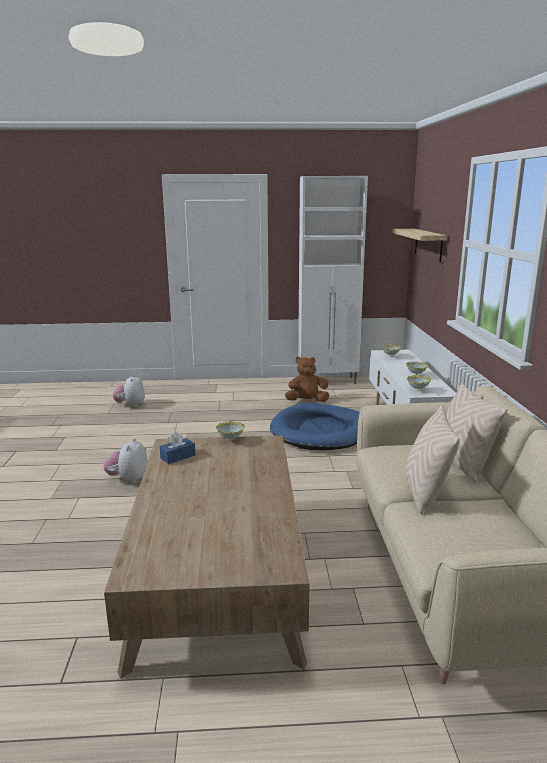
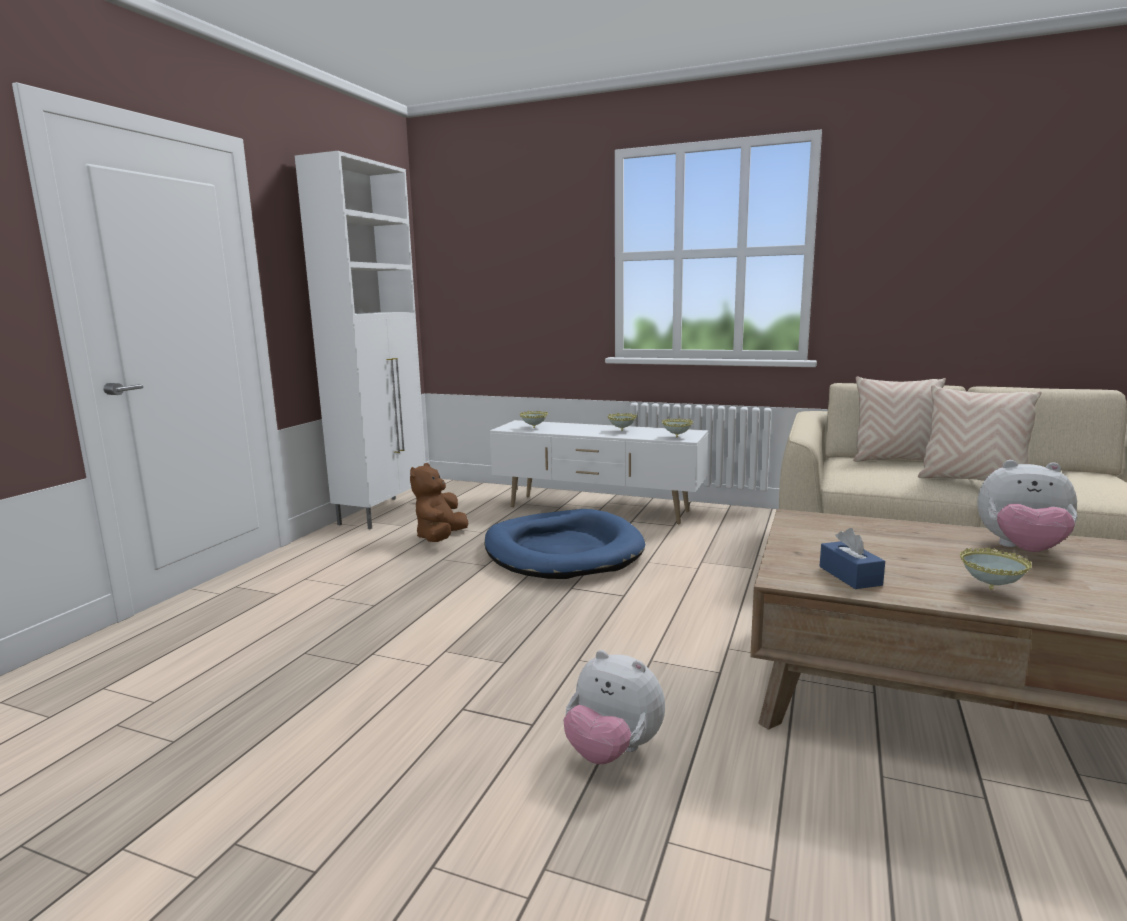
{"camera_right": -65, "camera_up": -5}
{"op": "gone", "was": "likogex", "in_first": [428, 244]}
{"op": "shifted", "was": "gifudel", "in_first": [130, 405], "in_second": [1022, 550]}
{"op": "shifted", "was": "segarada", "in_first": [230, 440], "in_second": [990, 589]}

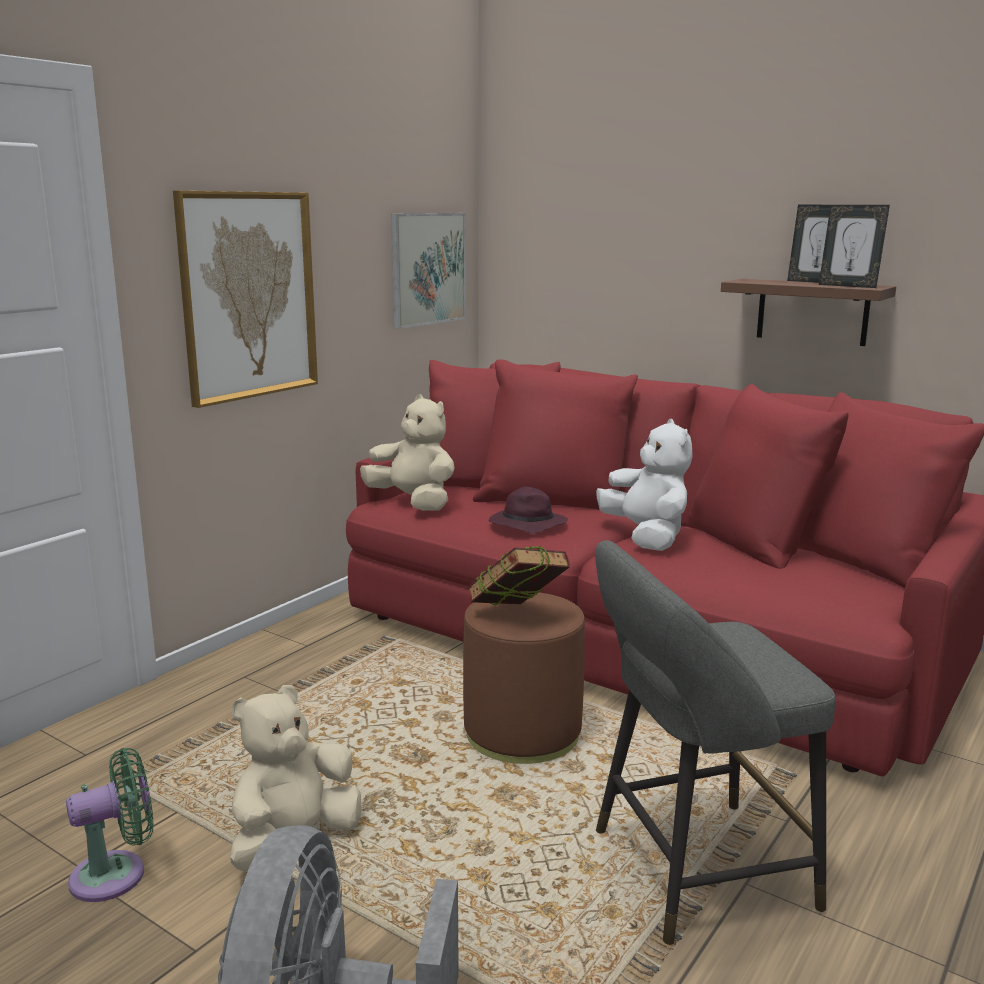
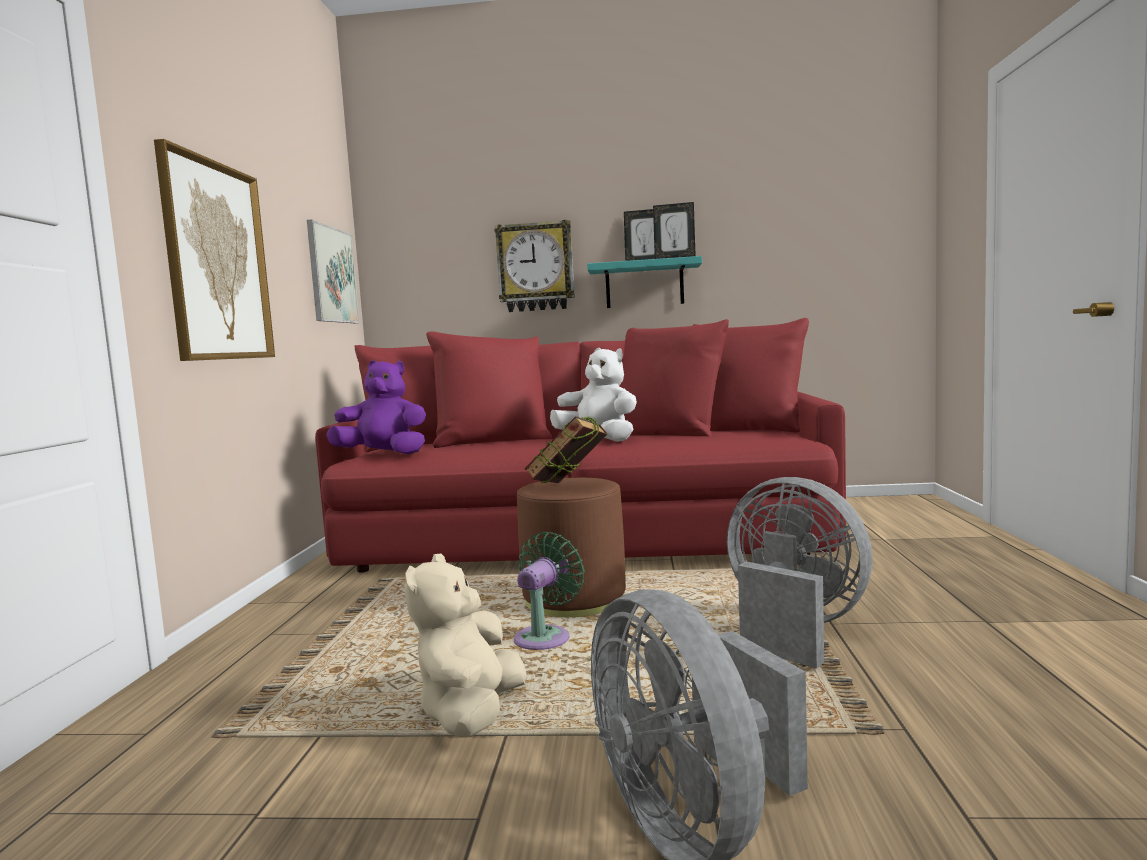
{"camera_right": -30, "camera_up": -10}
{"op": "gone", "was": "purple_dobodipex", "in_first": [526, 525]}
{"op": "new", "now": "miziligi", "in_second": [535, 267]}
{"op": "shifted", "was": "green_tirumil", "in_first": [116, 874], "in_second": [545, 637]}
{"op": "swapped", "was": "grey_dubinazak", "now": "grey_tirumil", "in_first": [691, 871], "in_second": [792, 629]}
{"op": "repainted", "was": "beige_gifudel", "now": "purple_gifudel", "in_first": [413, 502], "in_second": [383, 454]}
{"op": "repainted", "was": "brown_likogex", "now": "turquoise_likogex", "in_first": [812, 312], "in_second": [644, 285]}

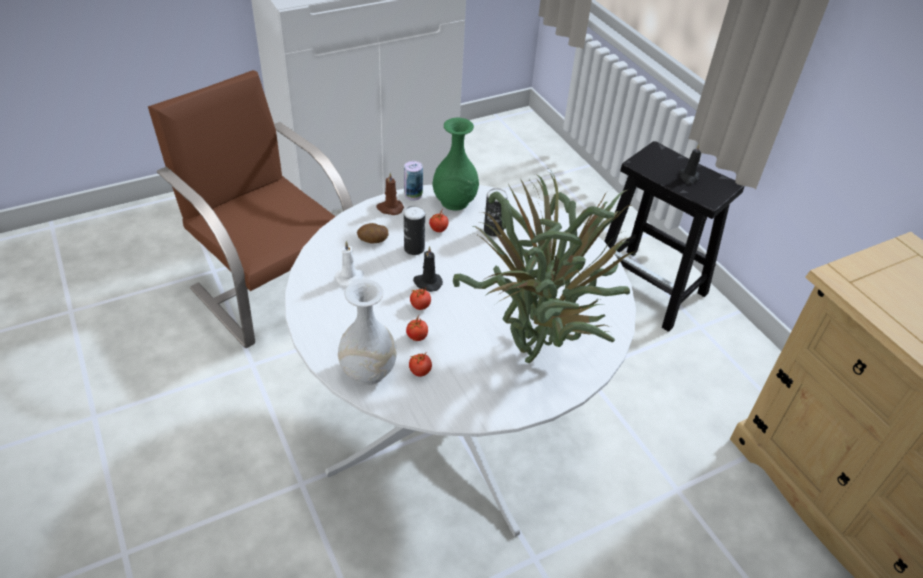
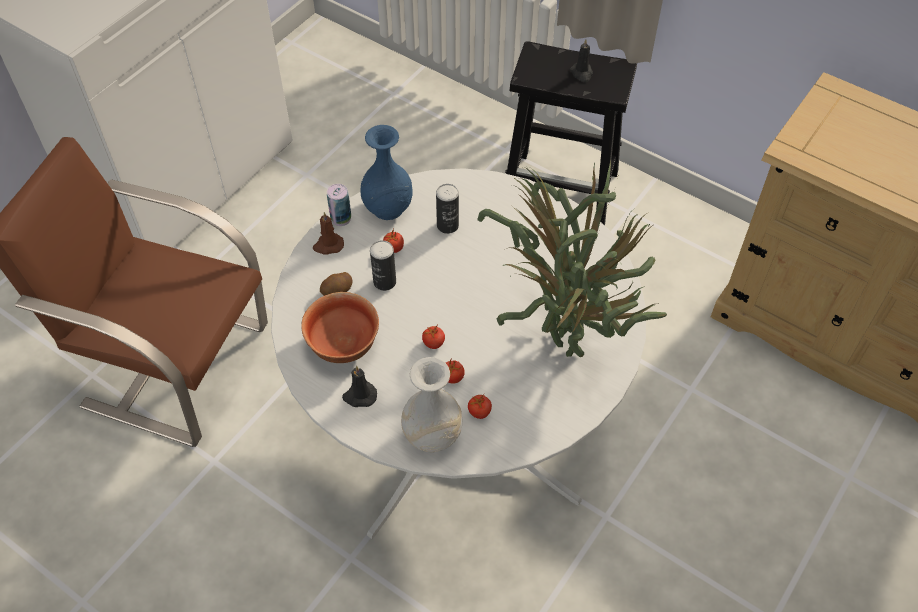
{"camera_right": -25, "camera_up": 10}
{"op": "shifted", "was": "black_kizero", "in_first": [427, 283], "in_second": [359, 396]}
{"op": "swapped", "was": "white_kizero", "now": "segarada", "in_first": [350, 277], "in_second": [345, 344]}
{"op": "repainted", "was": "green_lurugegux", "now": "blue_lurugegux", "in_first": [454, 202], "in_second": [388, 208]}

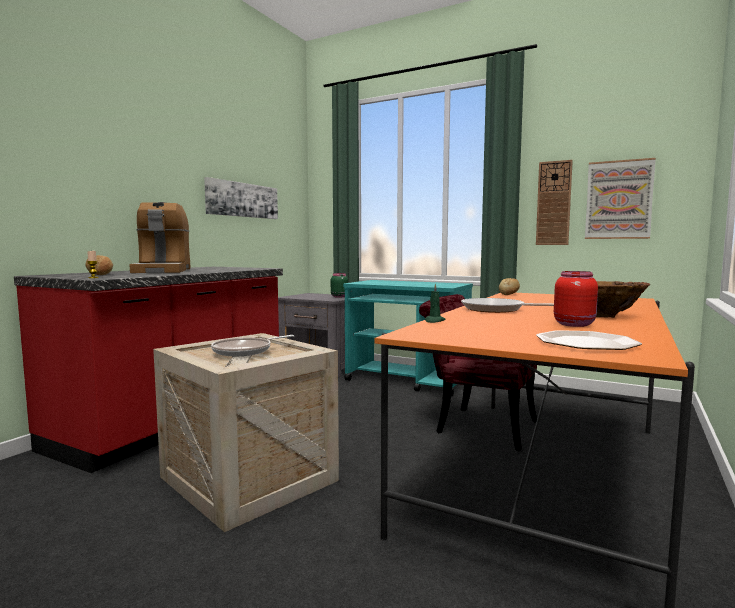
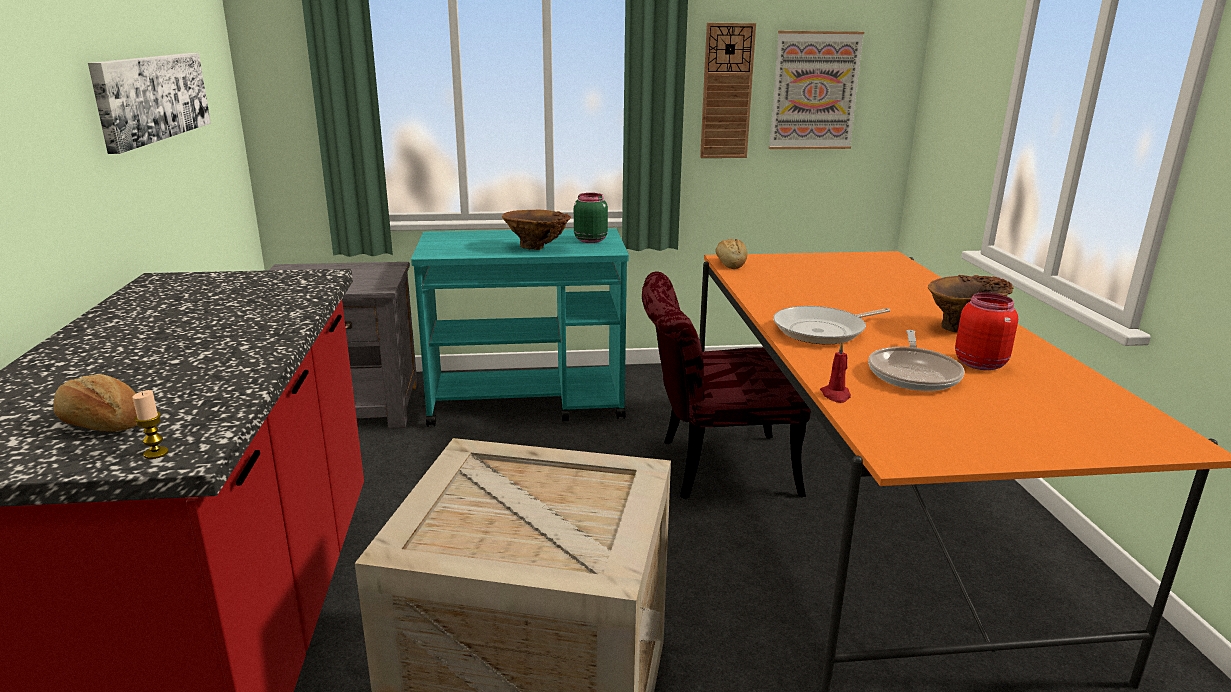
{"camera_right": -35, "camera_up": 15}
{"op": "gone", "was": "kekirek", "in_first": [163, 270]}
{"op": "gone", "was": "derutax", "in_first": [586, 343]}
{"op": "new", "now": "brown_lurugegux", "in_second": [537, 248]}
{"op": "shifted", "was": "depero", "in_first": [245, 351], "in_second": [913, 373]}
{"op": "shifted", "was": "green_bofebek", "in_first": [339, 296], "in_second": [590, 240]}
{"op": "repainted", "was": "green_kizero", "now": "red_kizero", "in_first": [434, 321], "in_second": [836, 395]}

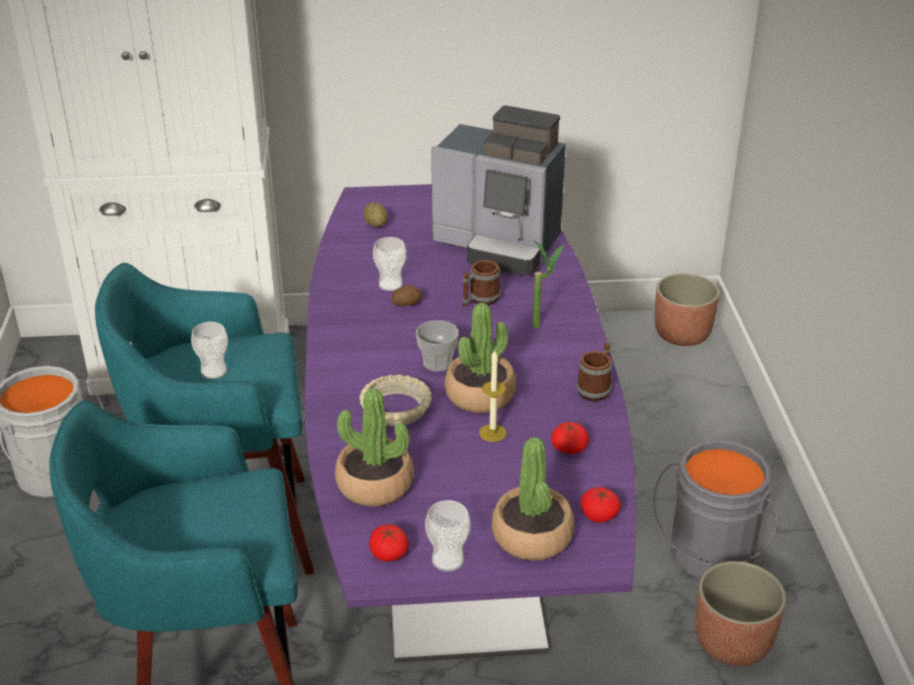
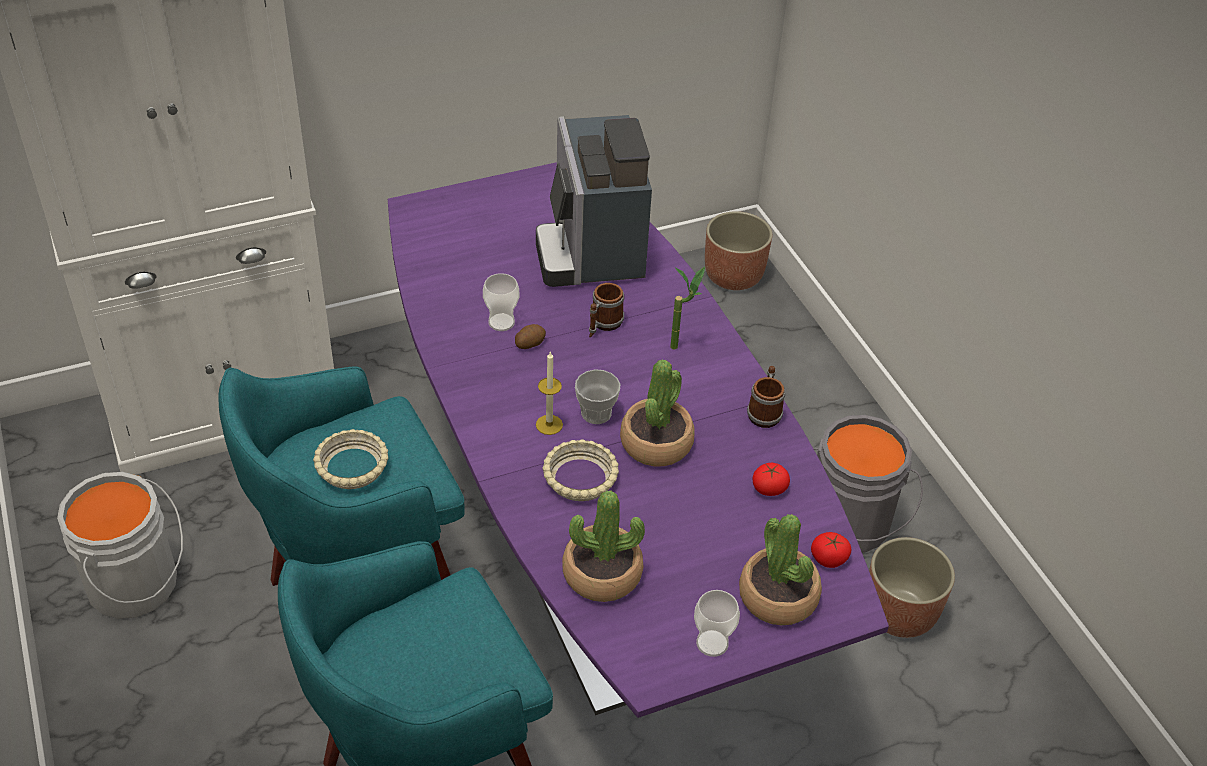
{"camera_right": -20, "camera_up": 10}
{"op": "gone", "was": "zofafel", "in_first": [376, 224]}
{"op": "gone", "was": "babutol", "in_first": [389, 553]}
{"op": "shifted", "was": "kizero", "in_first": [492, 433], "in_second": [549, 424]}
{"op": "swapped", "was": "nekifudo", "now": "beige_segarada", "in_first": [214, 371], "in_second": [352, 466]}
{"op": "rotated", "was": "kekirek", "in_first": [499, 245], "in_second": [591, 249], "clockwise": 75}

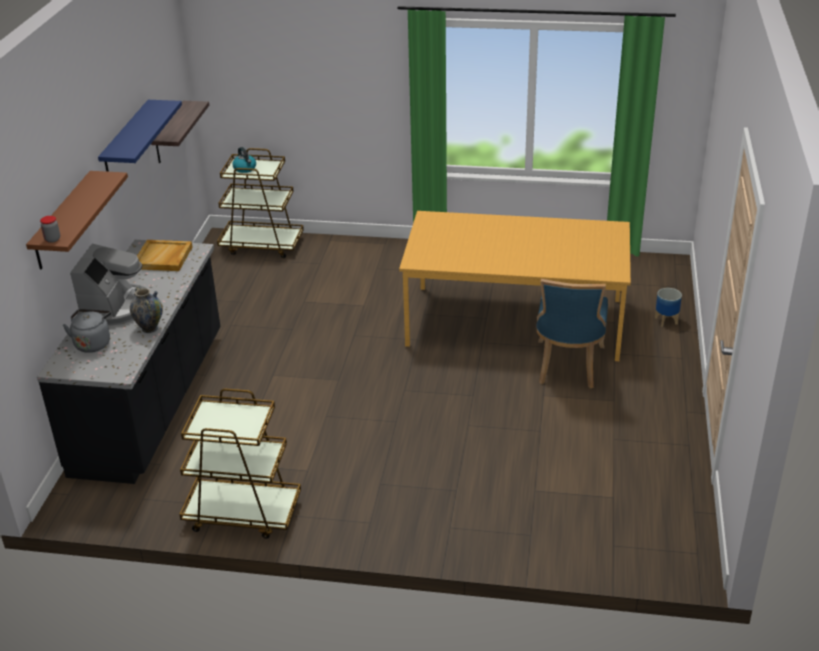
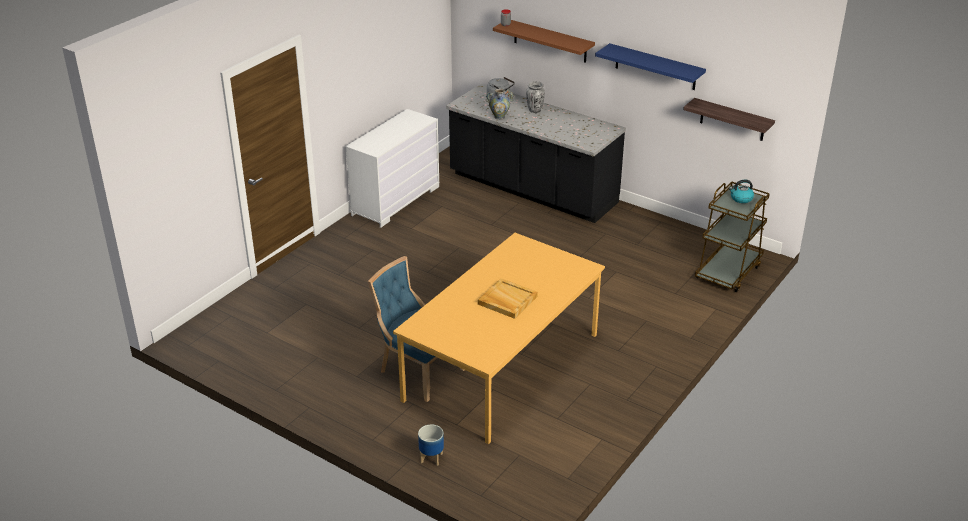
{"camera_right": 115, "camera_up": 0}
{"op": "shifted", "was": "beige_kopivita", "in_first": [163, 258], "in_second": [507, 300]}
{"op": "swapped", "was": "kekirek", "now": "lurugegux", "in_first": [116, 307], "in_second": [535, 110]}
{"op": "swapped", "was": "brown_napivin", "now": "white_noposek", "in_first": [242, 513], "in_second": [395, 200]}

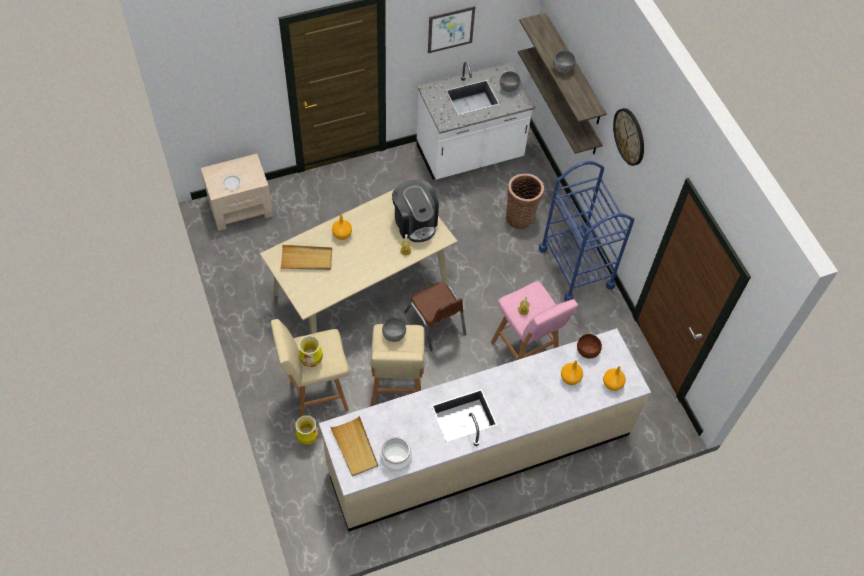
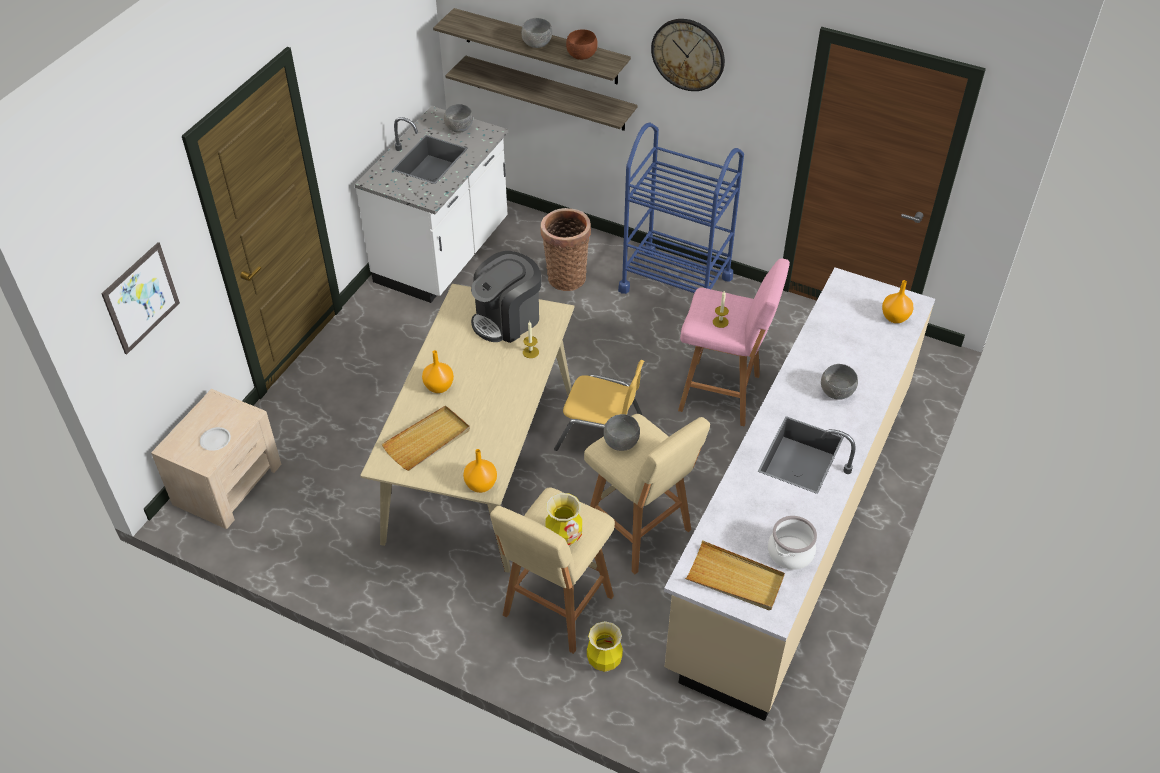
{"camera_right": -40, "camera_up": -10}
{"op": "new", "now": "grey_segarada", "in_second": [837, 392]}
{"op": "shifted", "was": "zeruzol", "in_first": [450, 29], "in_second": [141, 298]}
{"op": "shifted", "was": "orange_lurugegux", "in_first": [570, 378], "in_second": [480, 485]}
{"op": "shifted", "was": "brown_segarada", "in_first": [587, 352], "in_second": [582, 56]}
{"op": "repainted", "was": "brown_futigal", "now": "yellow_futigal", "in_first": [435, 323], "in_second": [601, 436]}
{"op": "rotated", "was": "kekirek", "in_first": [415, 222], "in_second": [507, 319], "clockwise": 120}

